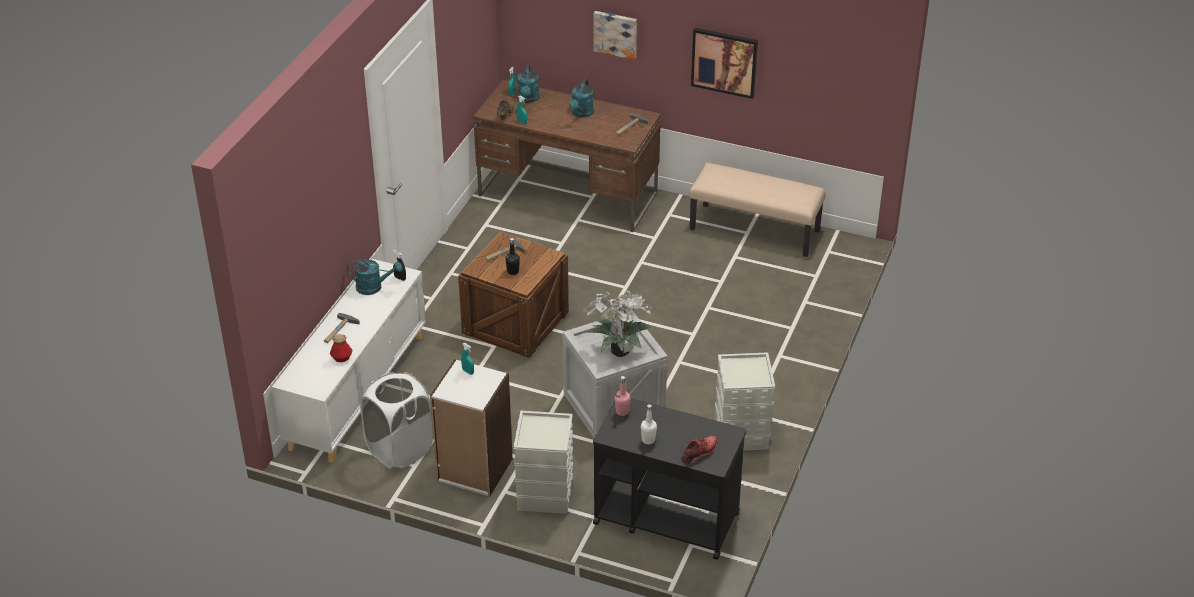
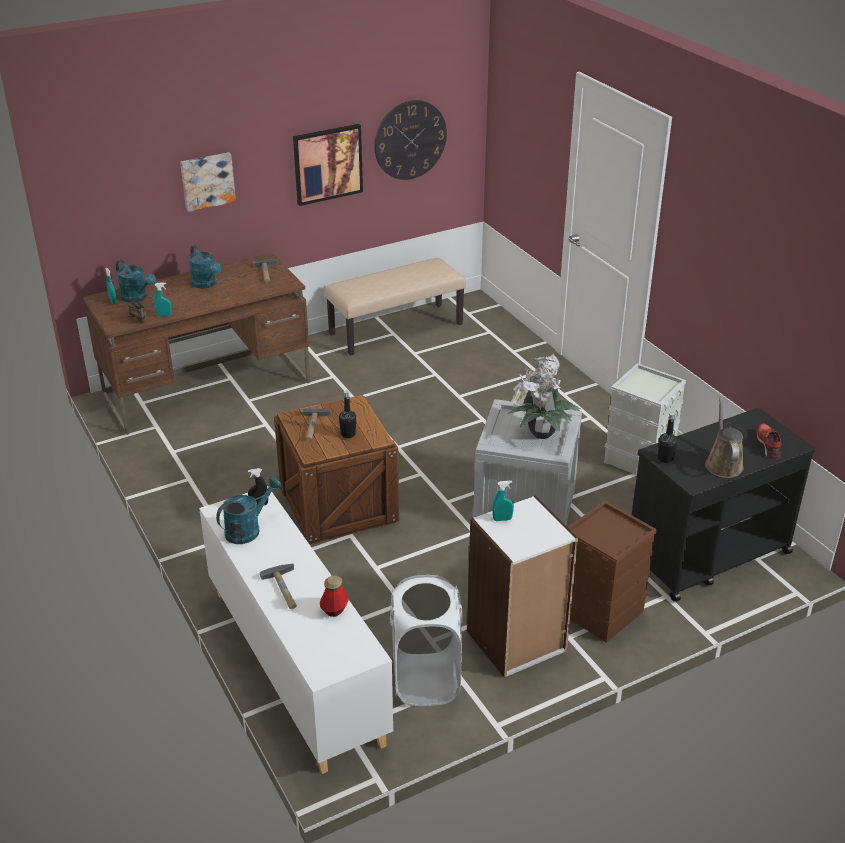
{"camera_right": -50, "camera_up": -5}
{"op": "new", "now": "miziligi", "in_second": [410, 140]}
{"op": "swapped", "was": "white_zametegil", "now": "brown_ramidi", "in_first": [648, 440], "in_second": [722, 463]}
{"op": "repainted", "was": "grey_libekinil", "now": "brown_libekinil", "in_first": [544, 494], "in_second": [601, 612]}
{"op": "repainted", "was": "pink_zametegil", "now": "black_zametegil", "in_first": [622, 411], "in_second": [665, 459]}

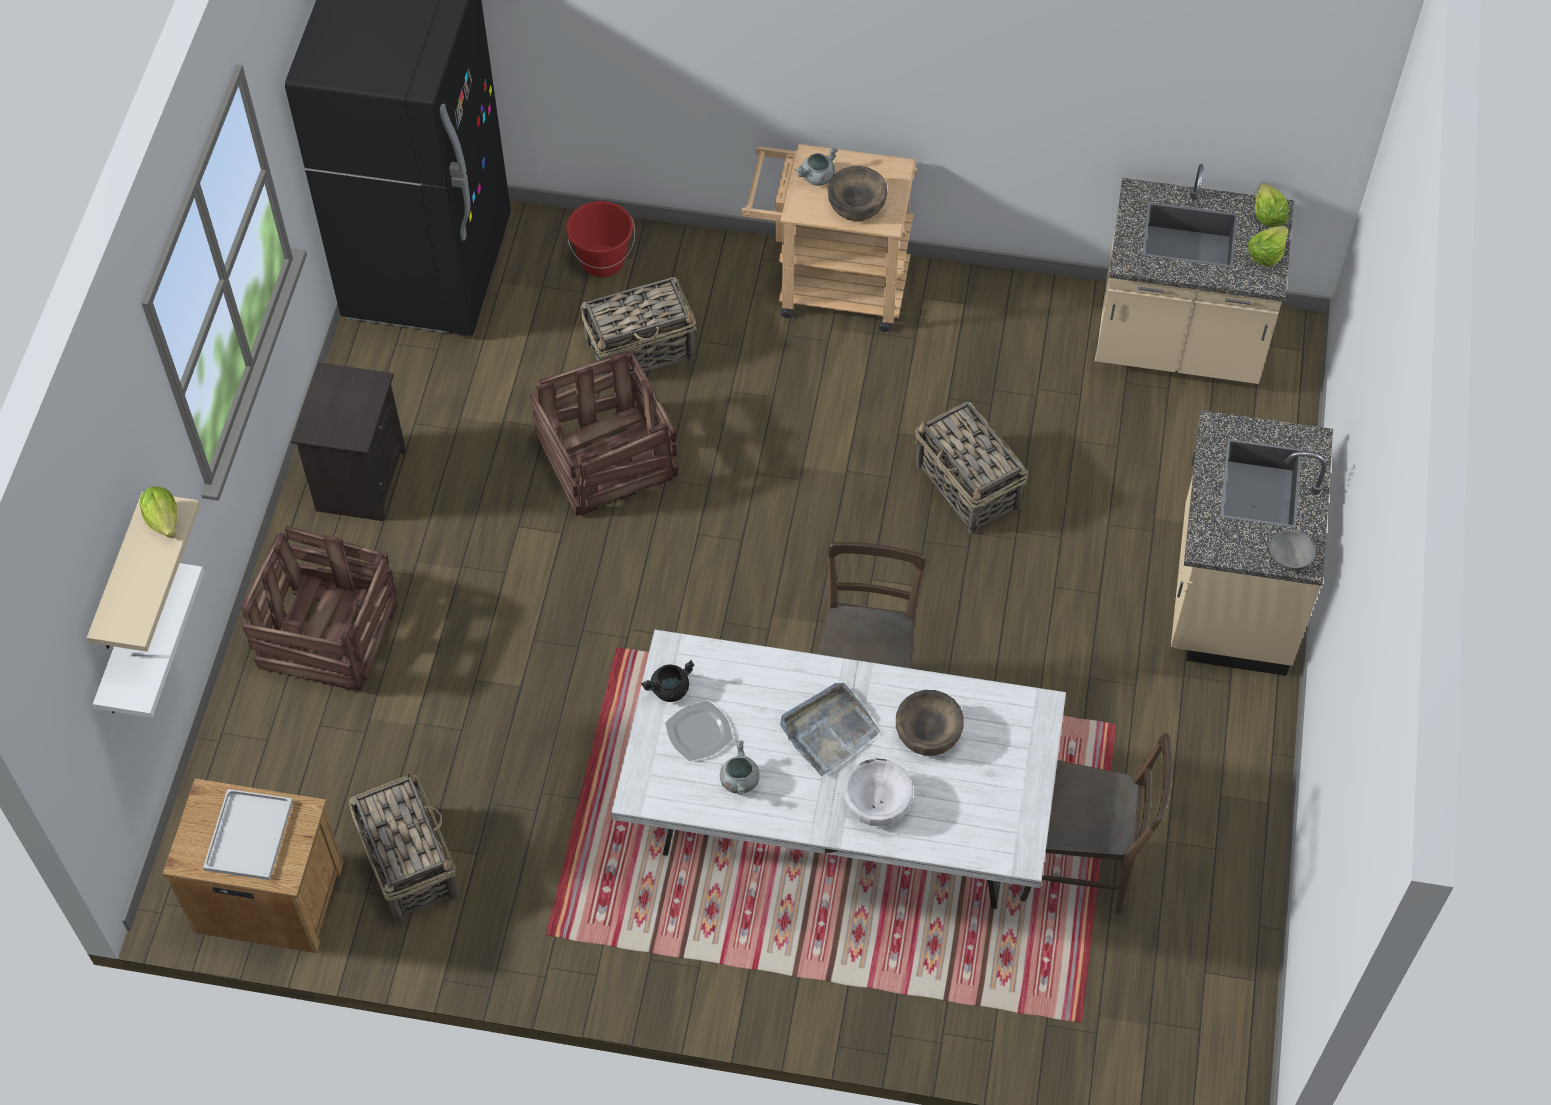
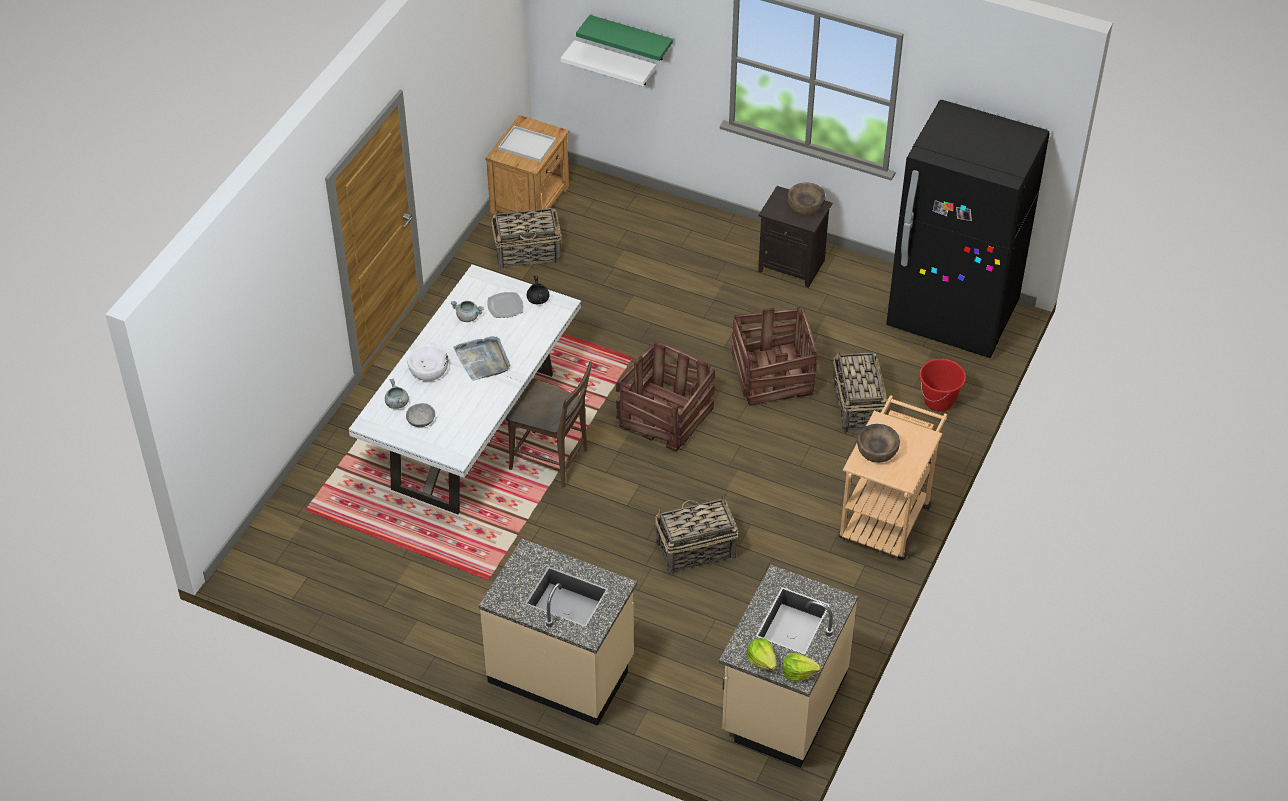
{"camera_right": 105, "camera_up": -10}
{"op": "gone", "was": "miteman", "in_first": [164, 520]}
{"op": "gone", "was": "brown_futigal", "in_first": [1082, 868]}
{"op": "shifted", "was": "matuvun", "in_first": [329, 632], "in_second": [666, 417]}
{"op": "shifted", "was": "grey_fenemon", "in_first": [817, 178], "in_second": [396, 403]}
{"op": "shifted", "was": "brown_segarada", "in_first": [928, 732], "in_second": [805, 206]}
{"op": "shifted", "was": "grey_segarada", "in_first": [1290, 558], "in_second": [420, 421]}
{"op": "repainted", "was": "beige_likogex", "now": "green_likogex", "in_first": [121, 578], "in_second": [631, 38]}

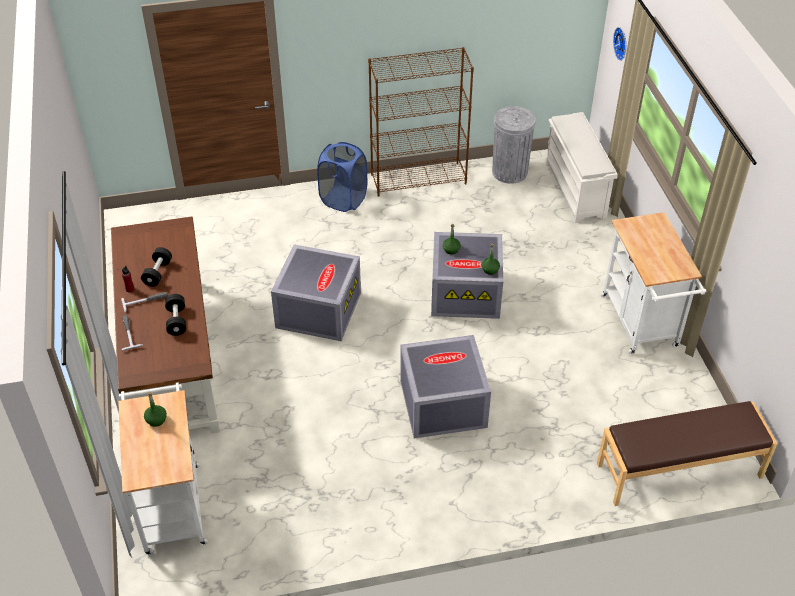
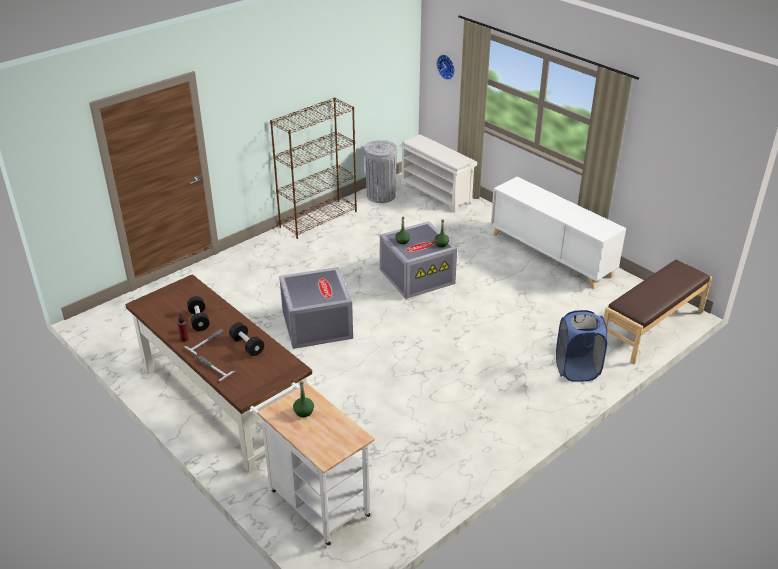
{"camera_right": -30, "camera_up": -10}
{"op": "gone", "was": "grey_libekinil", "in_first": [442, 405]}
{"op": "shifted", "was": "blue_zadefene", "in_first": [343, 199], "in_second": [577, 369]}
{"op": "swapped", "was": "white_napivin", "now": "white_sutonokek", "in_first": [641, 325], "in_second": [551, 255]}

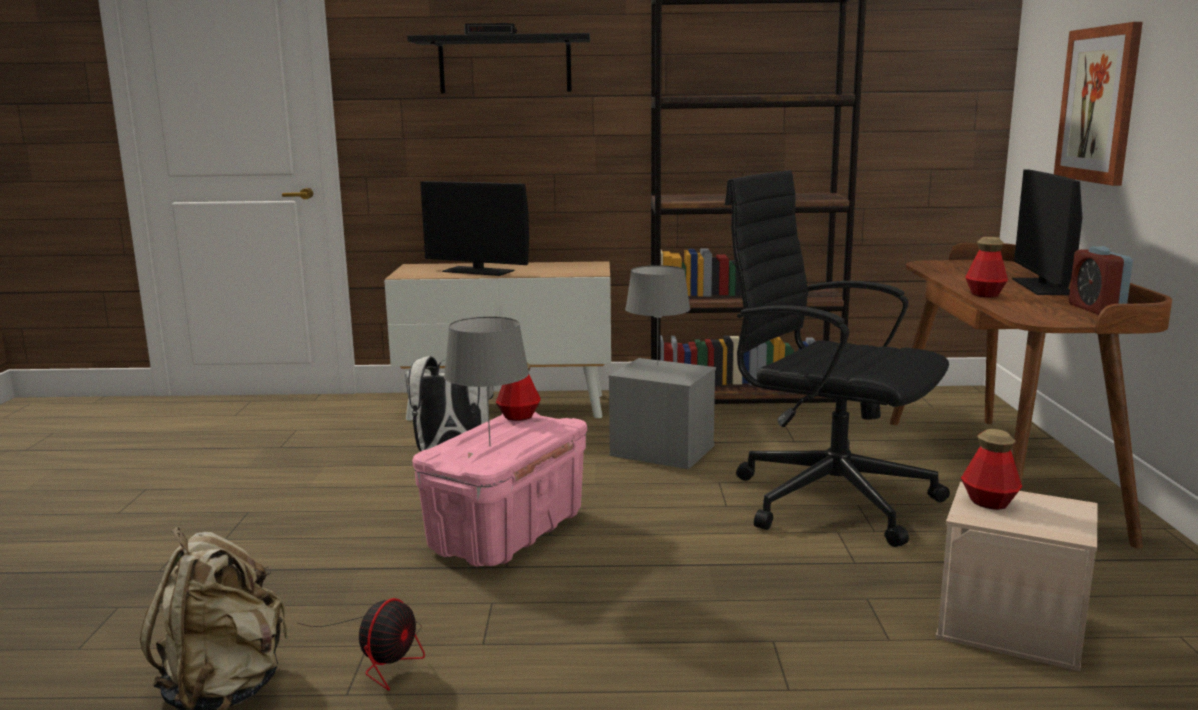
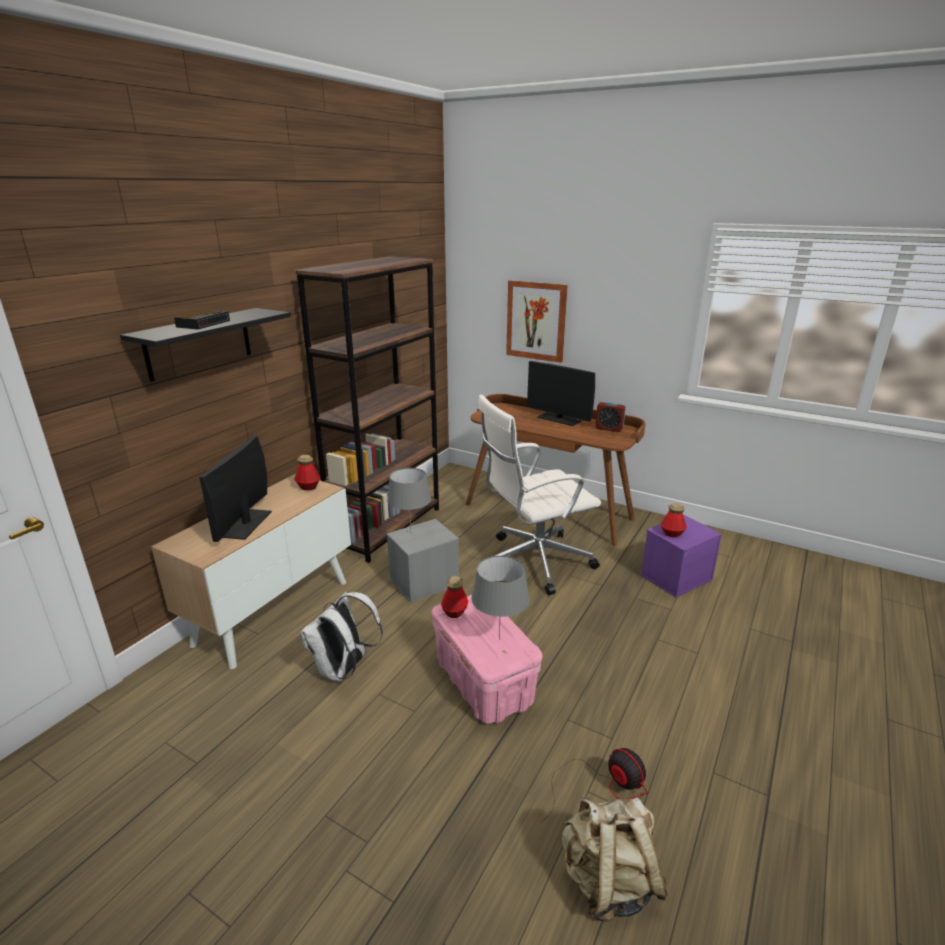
{"camera_right": -60, "camera_up": 10}
{"op": "shifted", "was": "zametegil", "in_first": [984, 294], "in_second": [308, 487]}
{"op": "repainted", "was": "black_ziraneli", "now": "white_ziraneli", "in_first": [827, 498], "in_second": [534, 561]}
{"op": "repainted", "was": "beige_libekinil", "now": "purple_libekinil", "in_first": [1012, 627], "in_second": [676, 576]}
{"op": "rotated", "was": "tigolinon", "in_first": [478, 271], "in_second": [247, 524], "clockwise": 135}

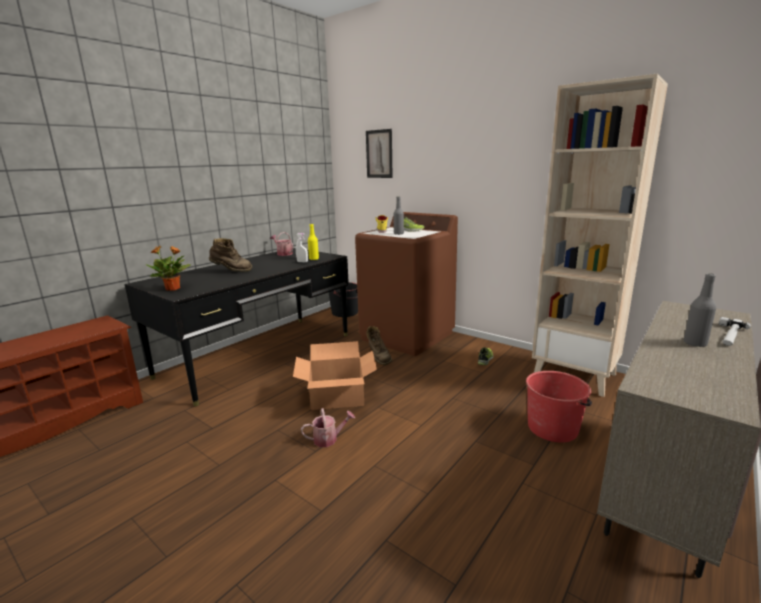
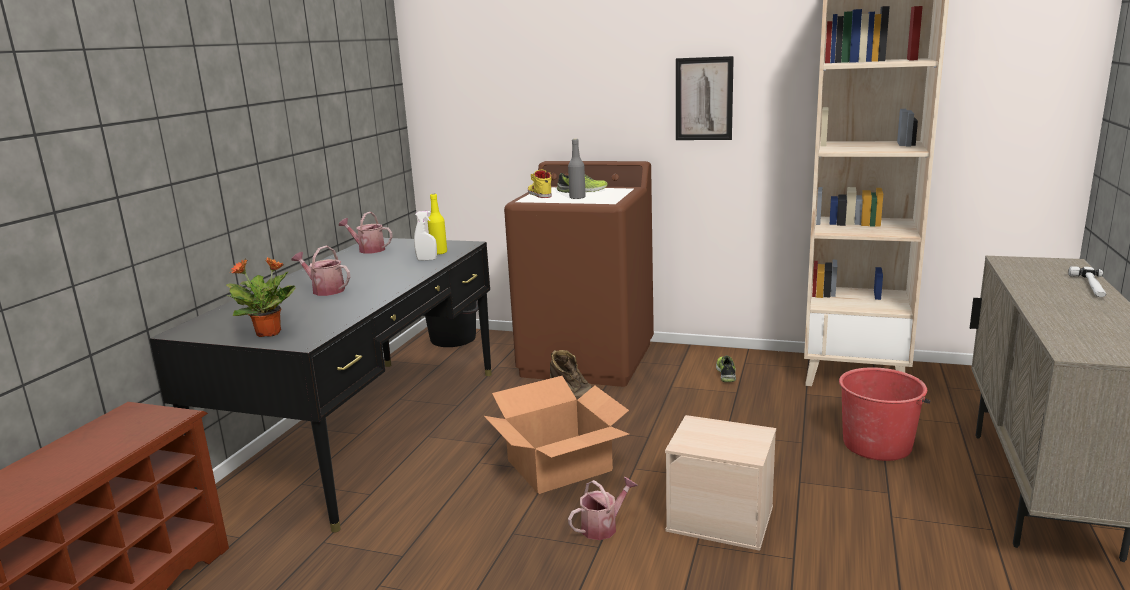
{"camera_right": -20, "camera_up": 0}
{"op": "gone", "was": "grey_zametegil", "in_first": [695, 343]}
{"op": "new", "now": "beige_libekinil", "in_second": [721, 518]}
{"op": "shifted", "was": "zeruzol", "in_first": [379, 154], "in_second": [704, 99]}
{"op": "swapped", "was": "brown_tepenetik", "now": "ramidi", "in_first": [231, 271], "in_second": [325, 290]}

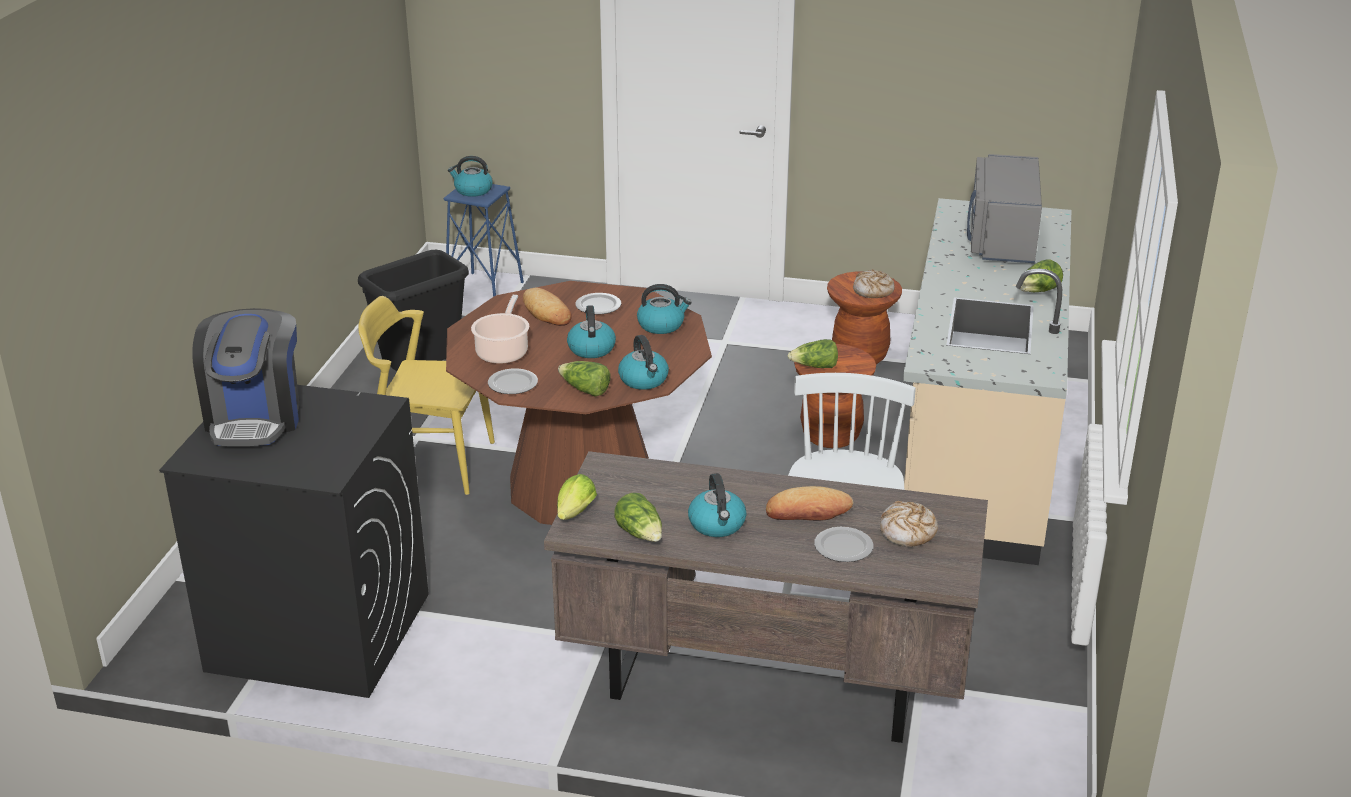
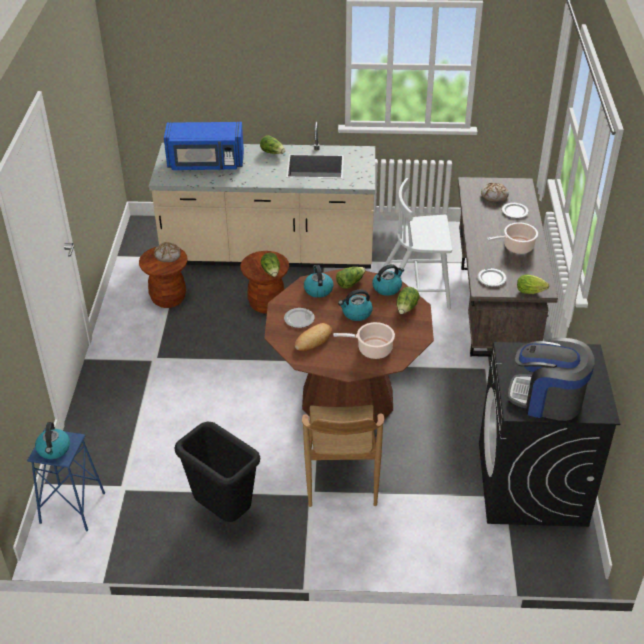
{"camera_right": -100, "camera_up": 10}
{"op": "gone", "was": "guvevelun", "in_first": [808, 511]}
{"op": "shifted", "was": "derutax", "in_first": [512, 383], "in_second": [491, 279]}
{"op": "shifted", "was": "miteman", "in_first": [641, 534], "in_second": [350, 283]}
{"op": "swapped", "was": "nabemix", "now": "fenemon", "in_first": [717, 525], "in_second": [516, 247]}
{"op": "repainted", "was": "yellow_futigal", "now": "brown_futigal", "in_first": [430, 462], "in_second": [341, 477]}
{"op": "repainted", "was": "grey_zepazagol", "now": "blue_zepazagol", "in_first": [1001, 238], "in_second": [206, 163]}
{"op": "rotated", "was": "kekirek", "in_first": [255, 418], "in_second": [547, 399], "clockwise": -150}

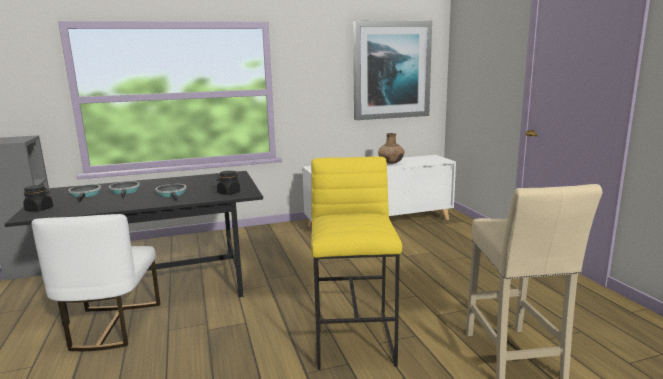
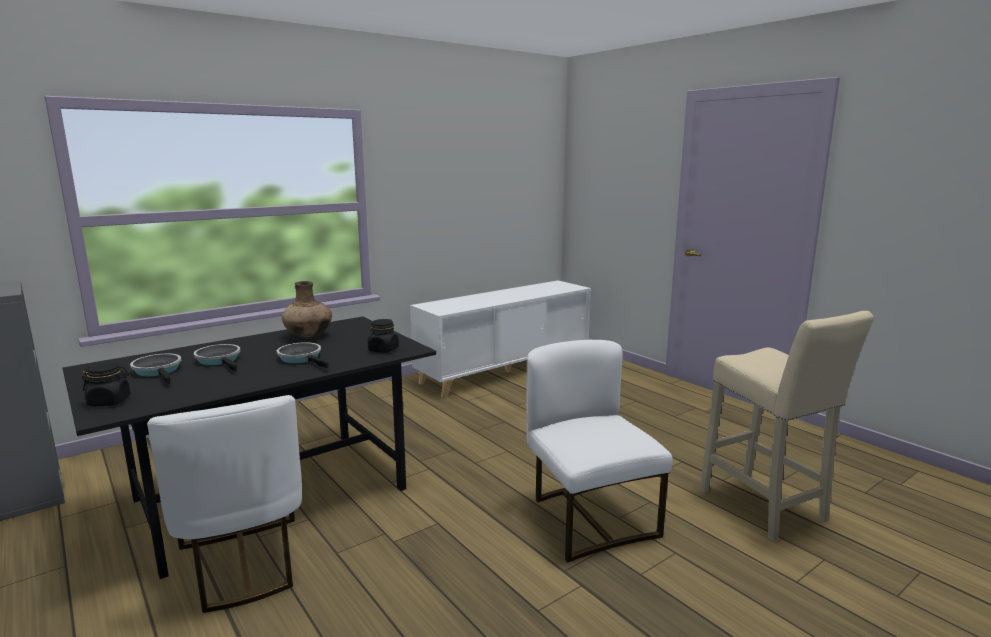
{"camera_right": -20, "camera_up": 0}
{"op": "gone", "was": "zeruzol", "in_first": [391, 70]}
{"op": "shifted", "was": "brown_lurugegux", "in_first": [391, 163], "in_second": [308, 336]}
{"op": "swapped", "was": "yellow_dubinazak", "now": "white_futigal", "in_first": [355, 339], "in_second": [588, 519]}

